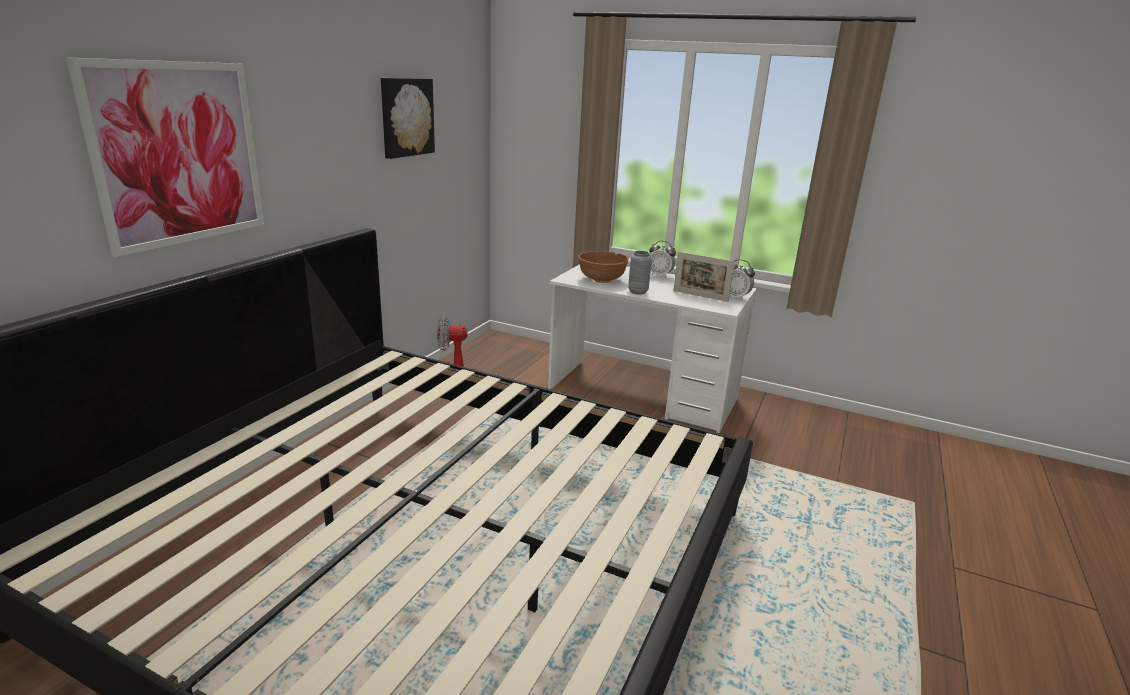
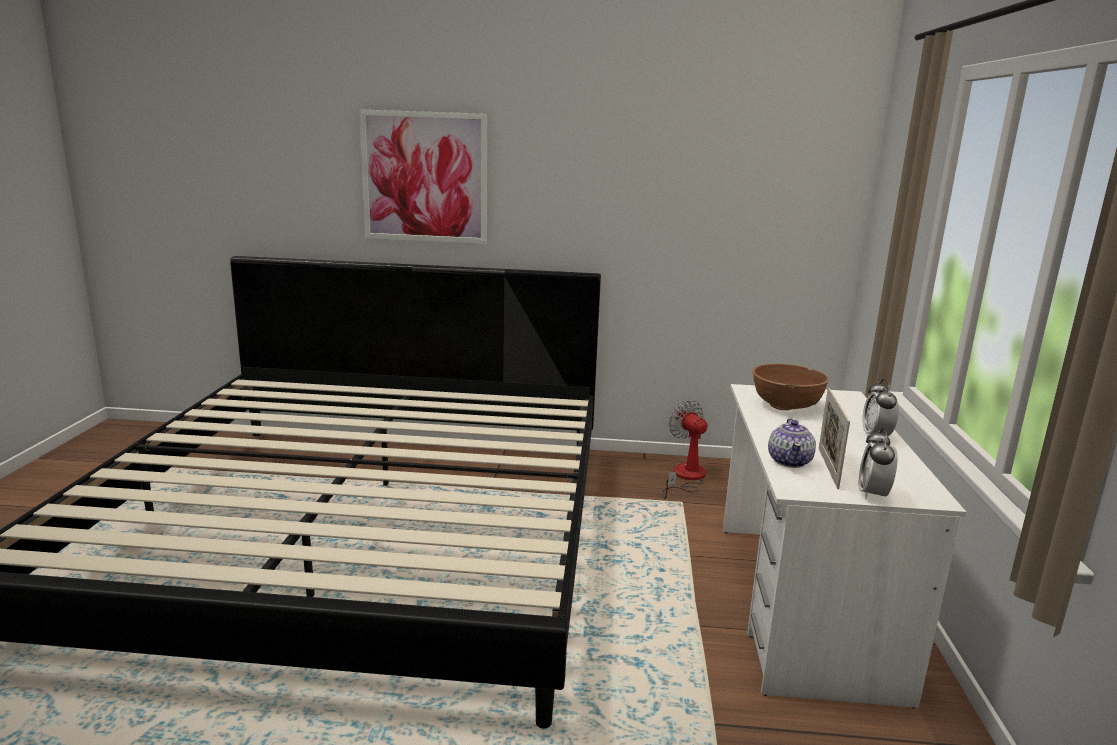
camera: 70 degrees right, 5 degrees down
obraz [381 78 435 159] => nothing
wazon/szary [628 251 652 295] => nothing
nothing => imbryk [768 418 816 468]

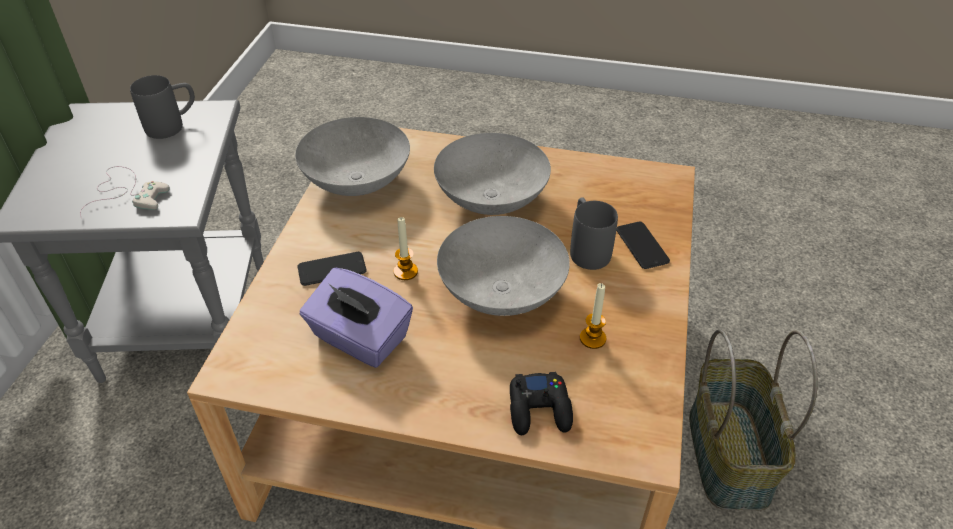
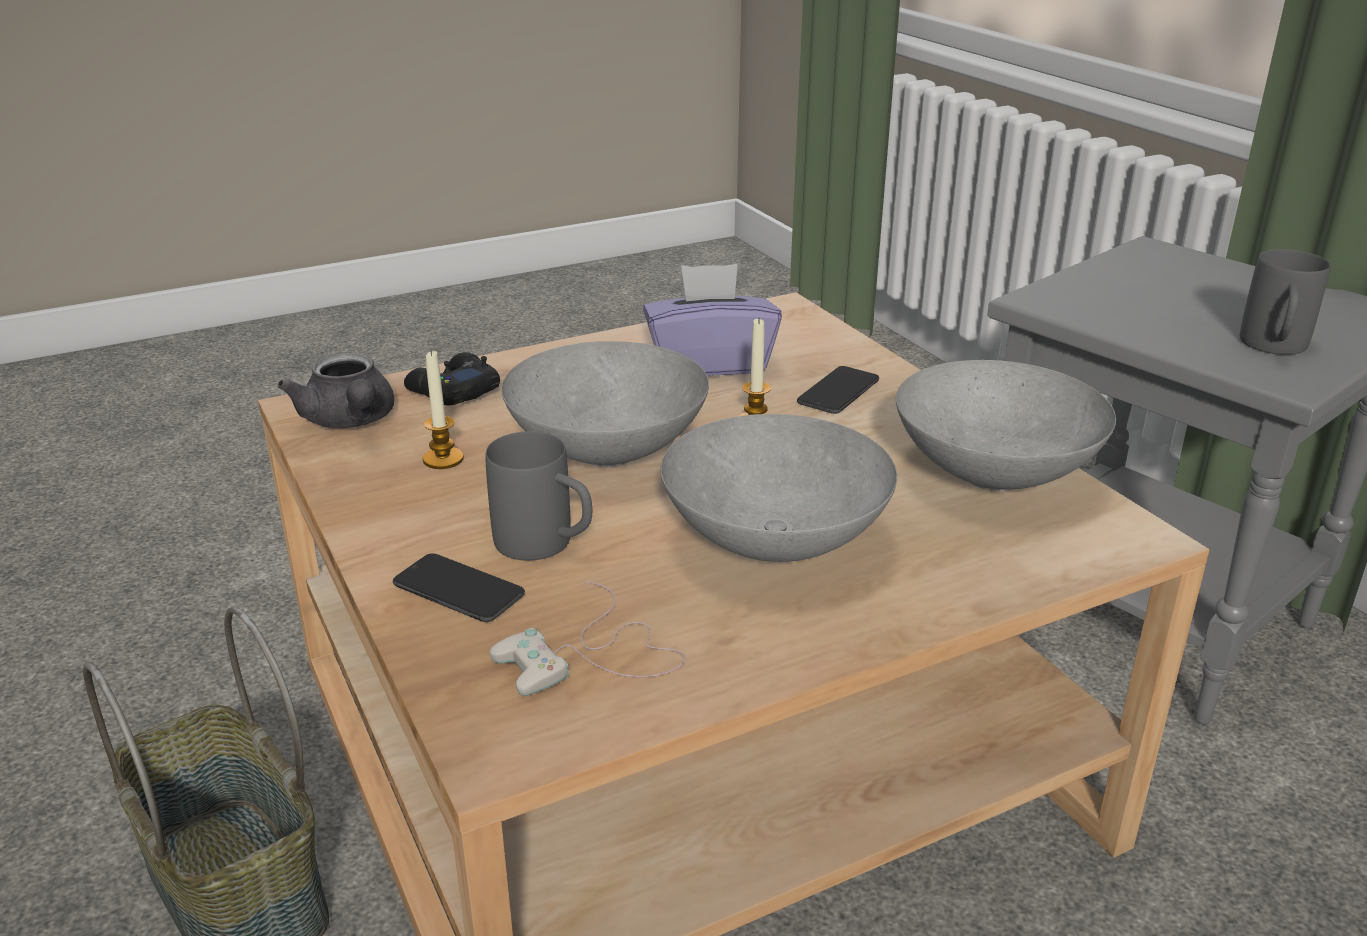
camera: 140 degrees right, 15 degrees down
pad do gier/biały [80 166 170 219] => pad do gier/biały [489 581 686 696], moved
nothing => imbryk/szary [278 353 394 428]

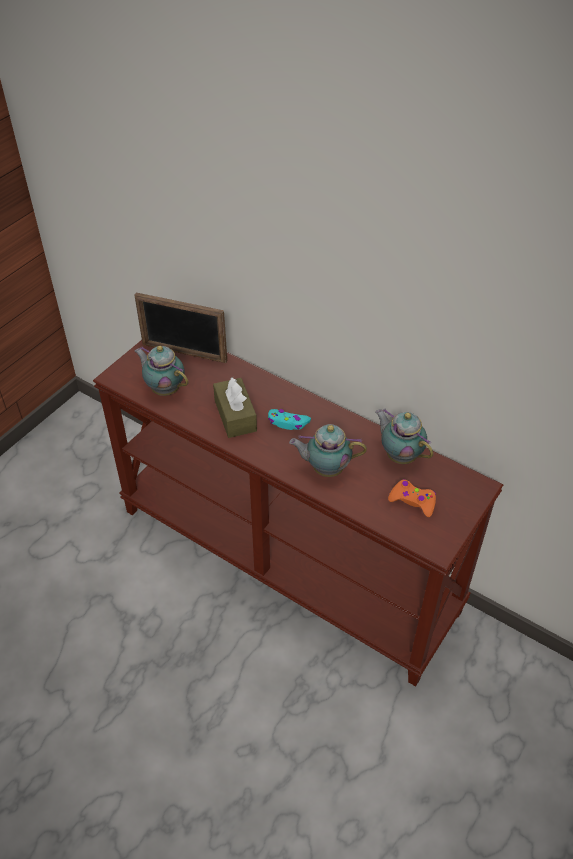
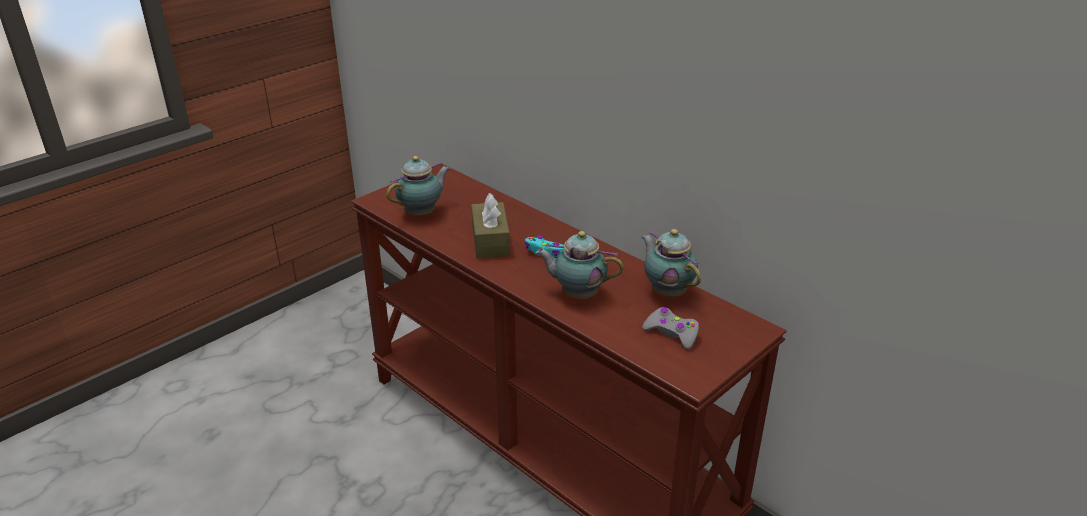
camera: 10 degrees right, 15 degrees down
ramka na zdjęcie [135 293 227 363] => nothing
imbryk [135 346 189 396] => imbryk [386 156 450 216], 90 degrees clockwise
pad do gier/pomarańczowy [388 479 436 517] => pad do gier/szary [642 307 700 349]

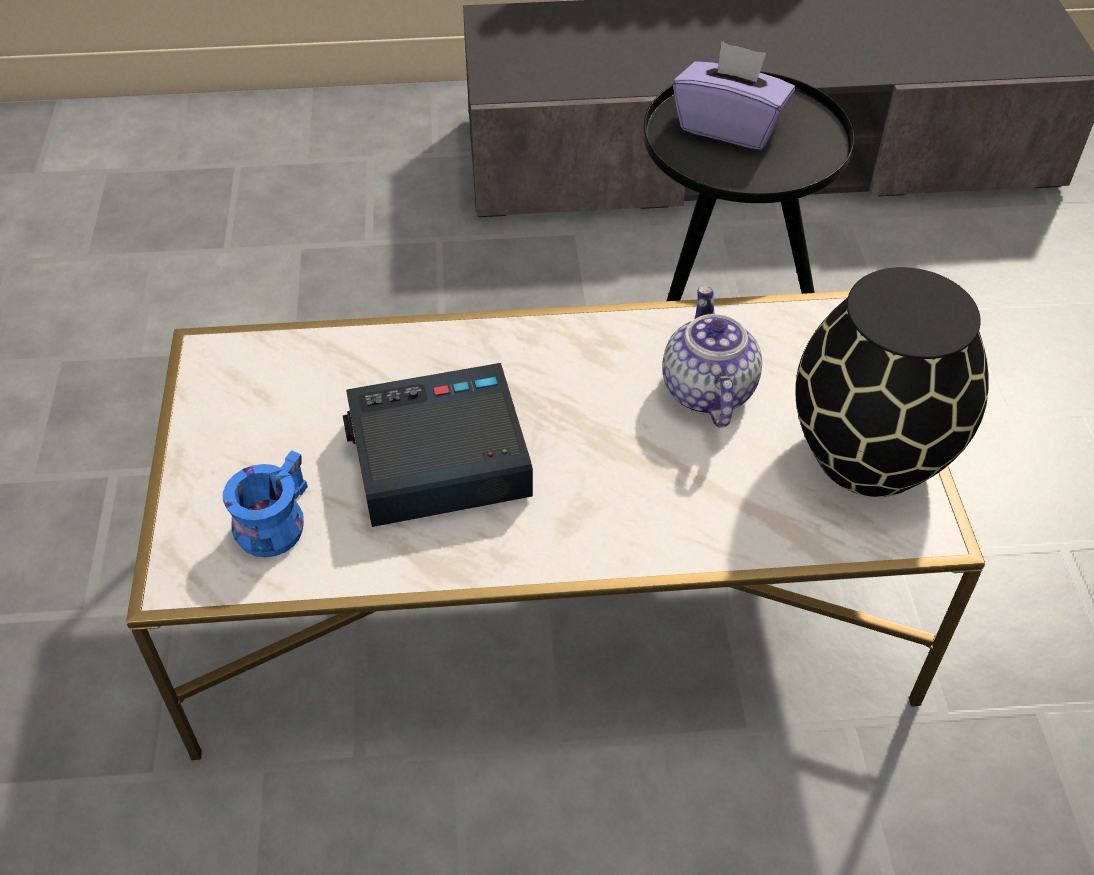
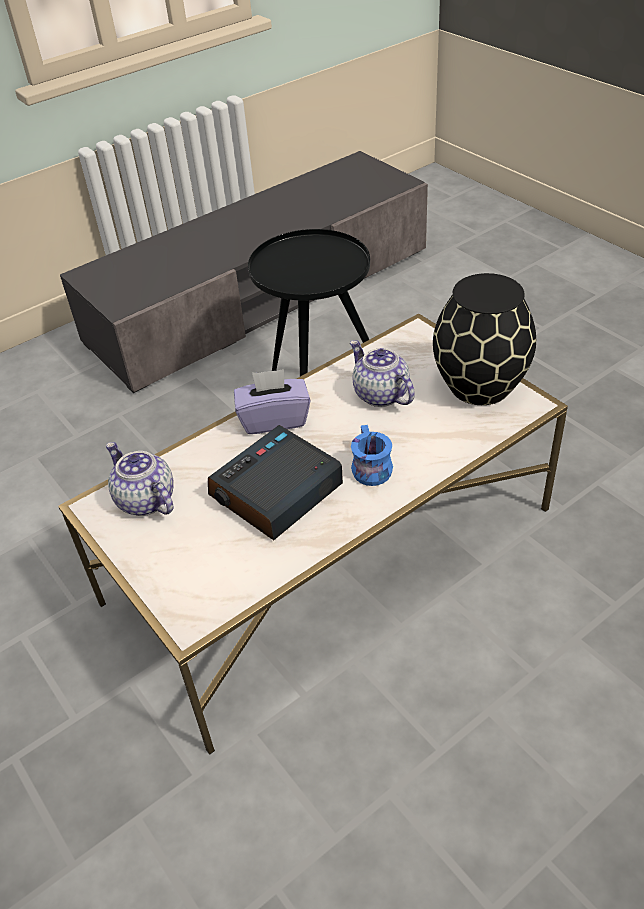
camera: 30 degrees left, 5 degrees down
kubek/niebieski [223 450 308 557] => kubek/niebieski [351 425 393 486], moved
pudełko chusteczek/fioletowy [673 41 795 150] => pudełko chusteczek/fioletowy [234 369 311 434], moved
nothing => imbryk [106 442 174 516]

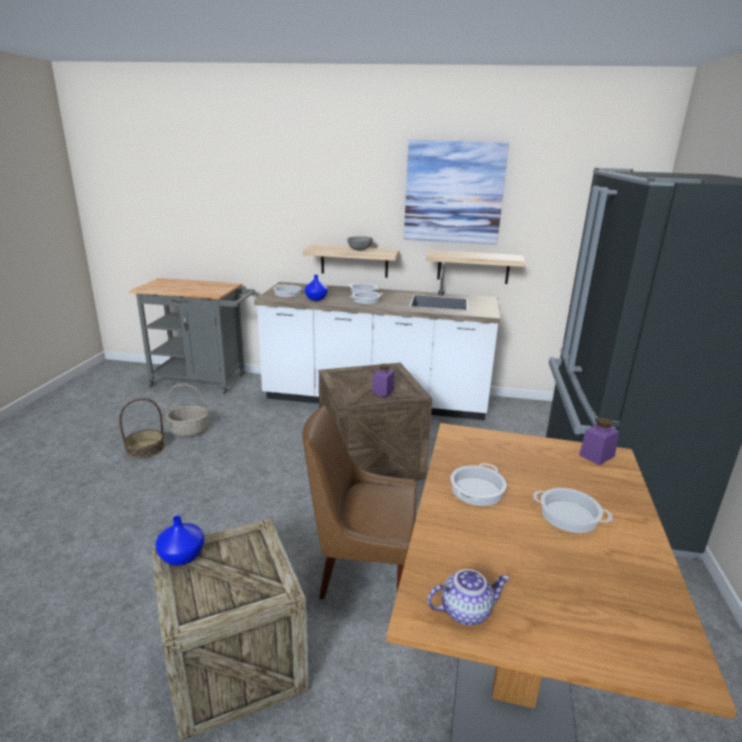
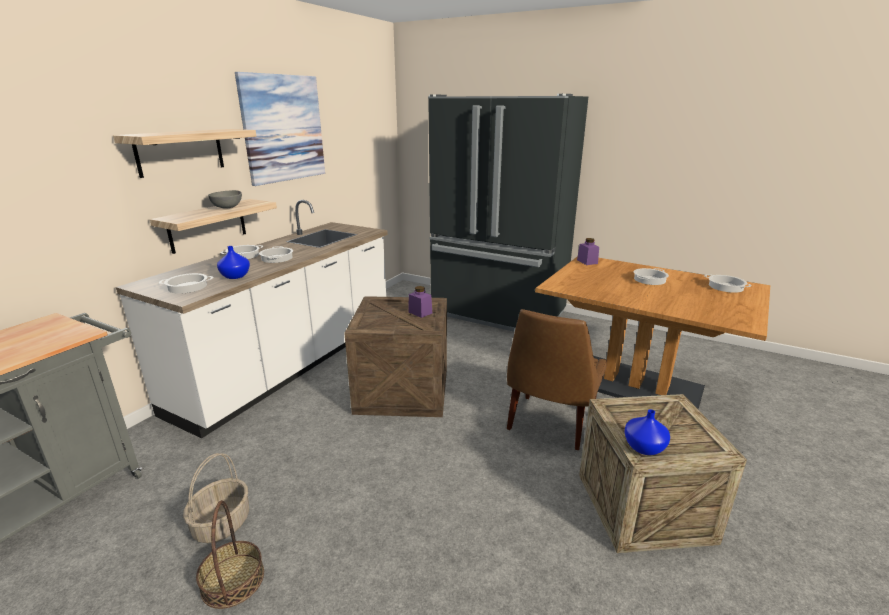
camera: 70 degrees left, 0 degrees up
półka [426 250 526 284] => półka [113 129 256 178], moved
imbryk [427 569 510 625] => nothing
garnek [450 463 507 506] => garnek [704 274 752 293], moved

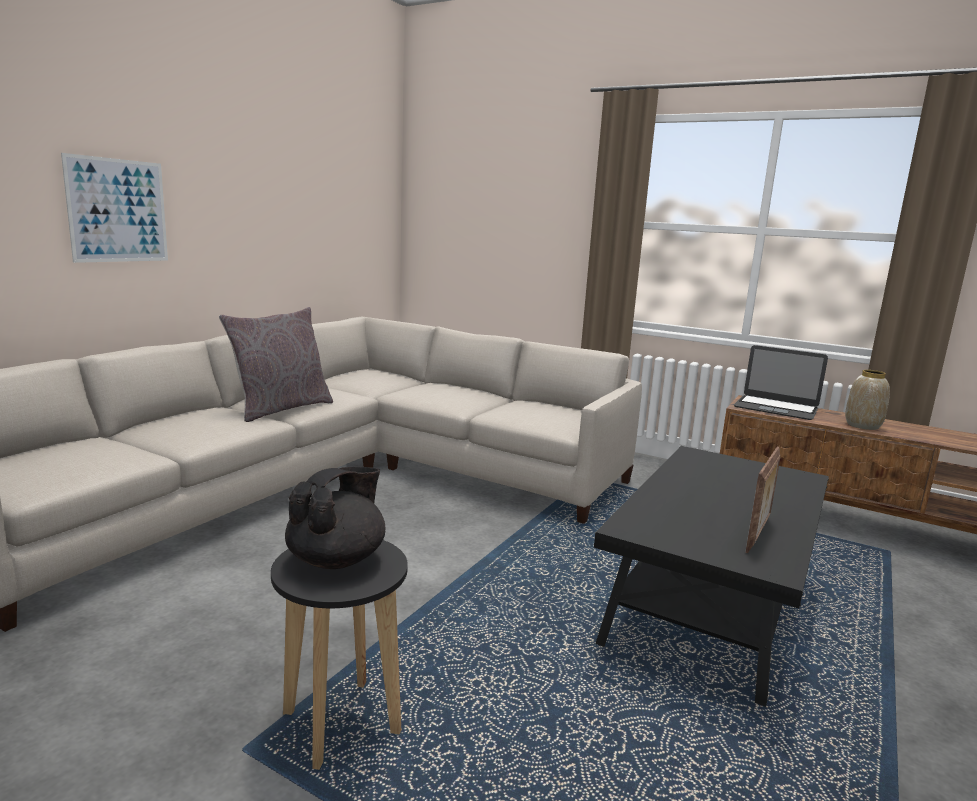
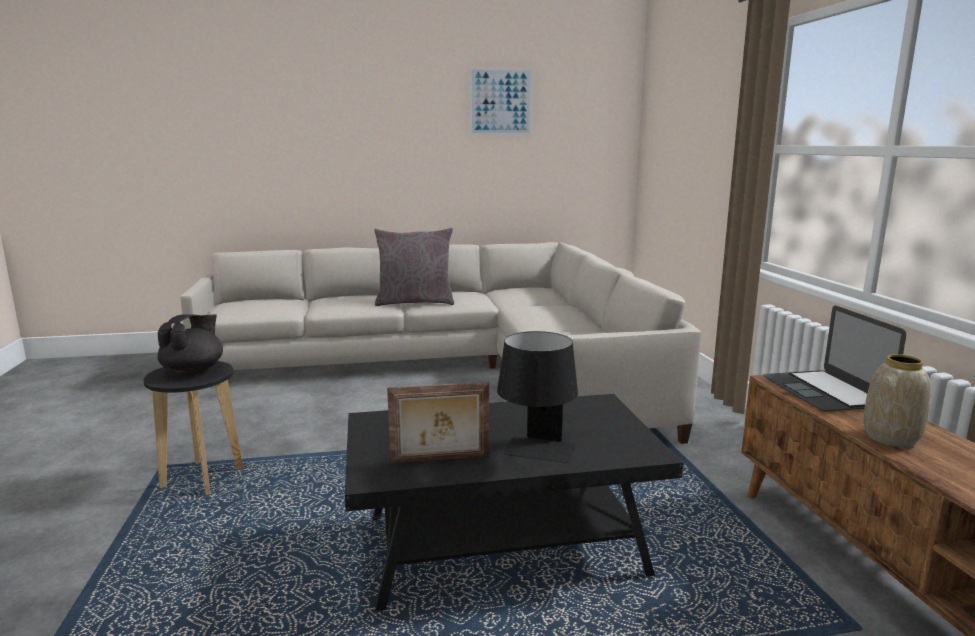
camera: 50 degrees right, 0 degrees up
obraz [61 153 168 263] => obraz [469 67 533 135], moved
imbryk/czarny [285 467 385 569] => imbryk/czarny [157 314 223 375], 60 degrees counterclockwise
nothing => lampa stołowa/czarny [497 331 578 463]

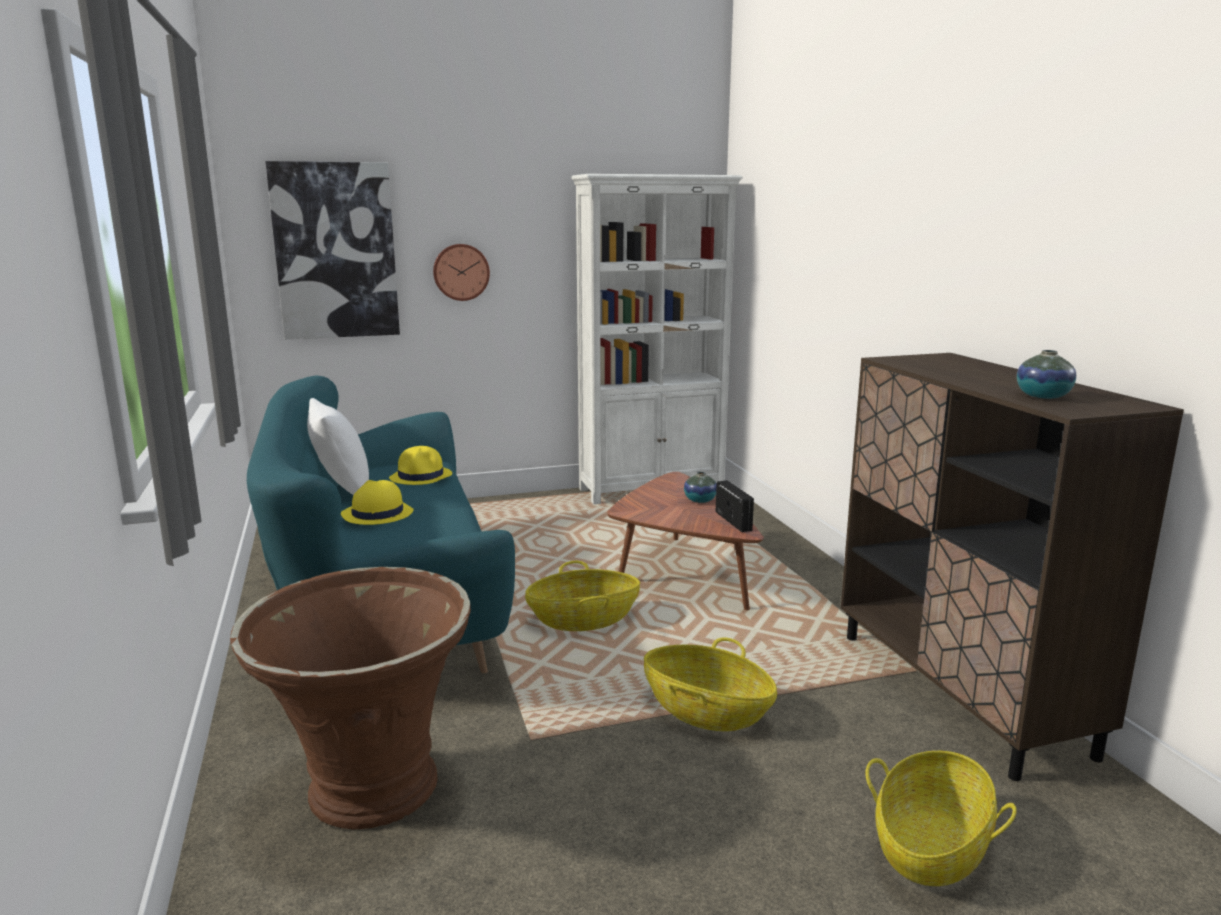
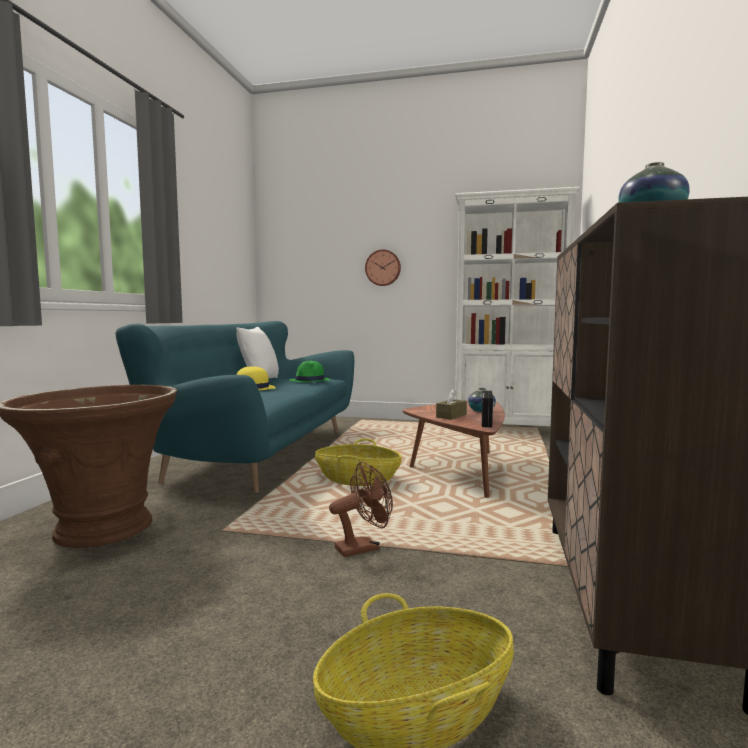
camera: 30 degrees right, 10 degrees down
obraz [265 161 400 339] => nothing
kapelusz/żółty [389 446 452 485] => kapelusz/zielony [289 361 330 382]
koszyk [644 637 777 731] => wentylator/brązowy [329 462 393 557]
nothing => pudełko chusteczek/brązowy [436 389 467 420]

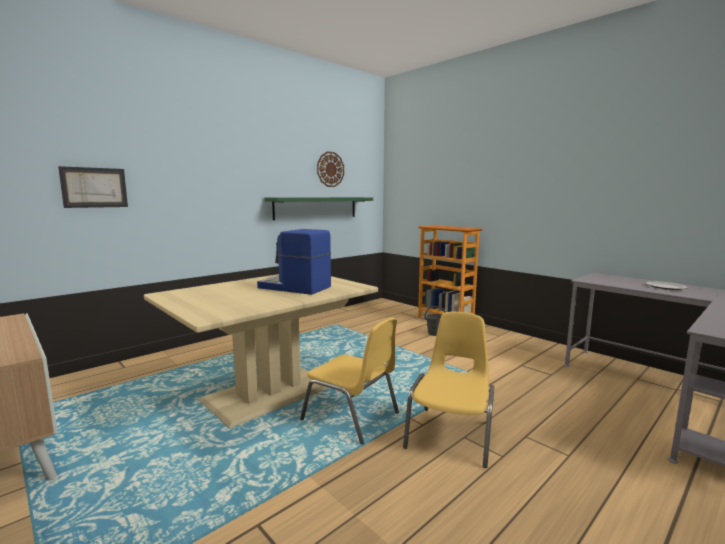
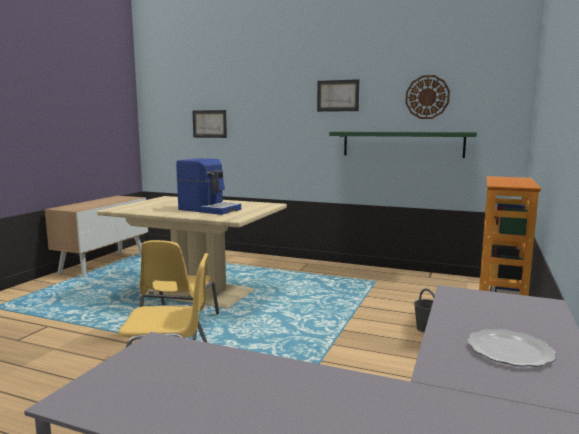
camera: 65 degrees right, 0 degrees up
ekspres do kawy [257 229 331 295] => ekspres do kawy [176 158 241 215], 120 degrees clockwise
nothing => obraz [317 79 359 112]

